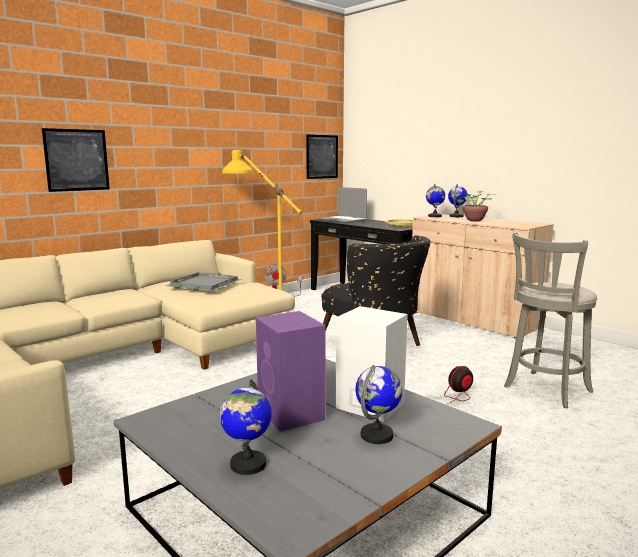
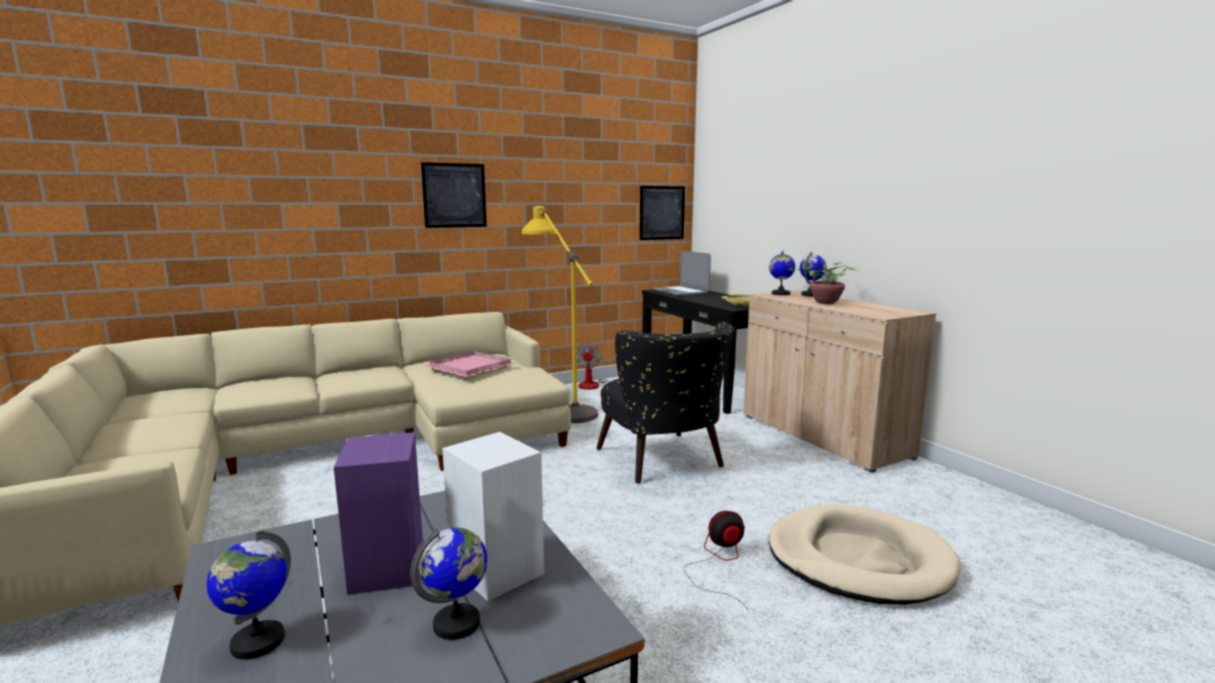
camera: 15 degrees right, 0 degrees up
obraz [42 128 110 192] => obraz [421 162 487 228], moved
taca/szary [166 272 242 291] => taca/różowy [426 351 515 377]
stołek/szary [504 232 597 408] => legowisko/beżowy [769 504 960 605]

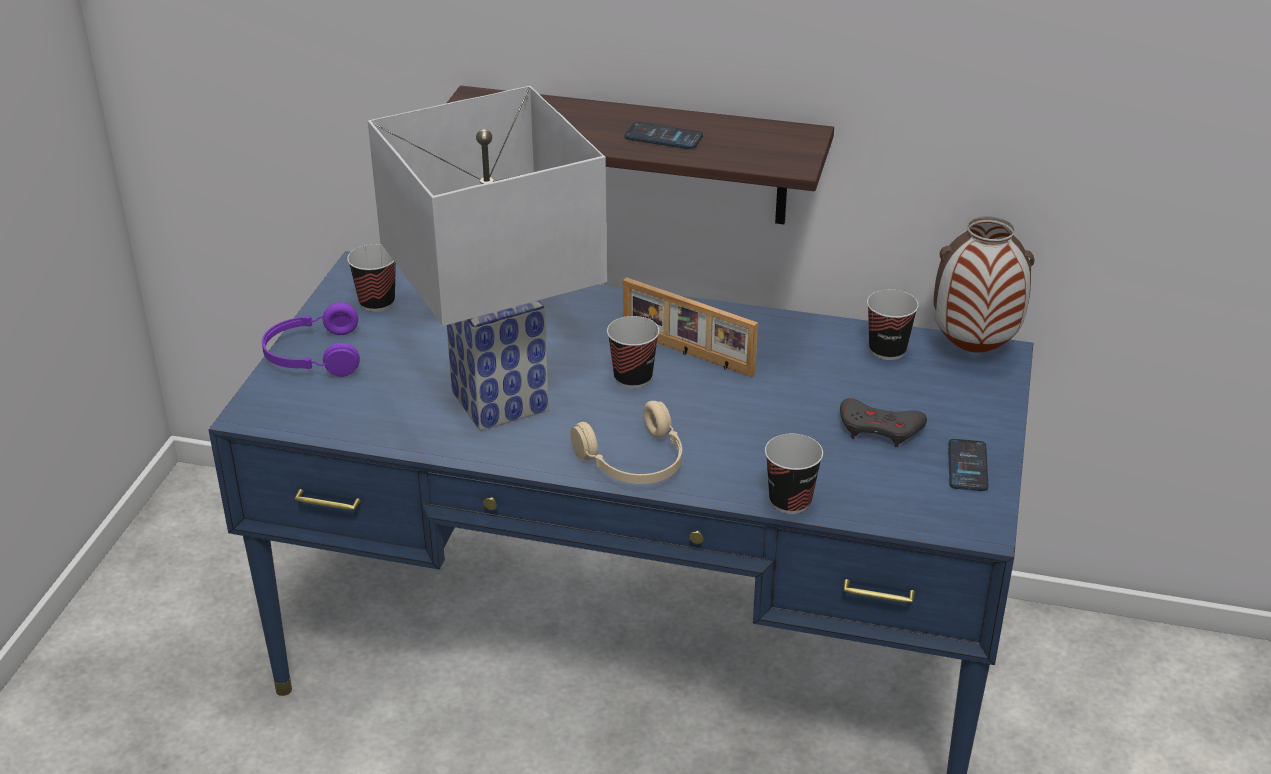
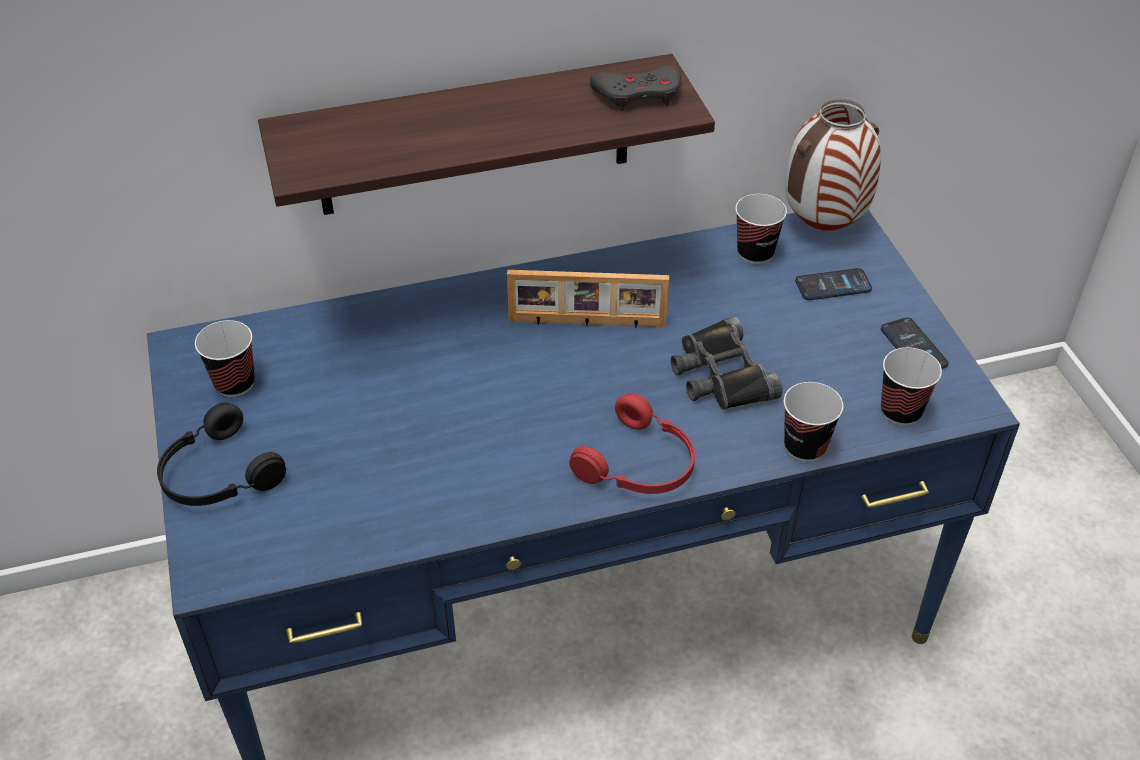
camera: 30 degrees left, 10 degrees up
słuchawki/fioletowy [262 302 360 377] => słuchawki/czarny [157 402 286 506]
lampa stołowa/biały [368 86 607 430] => nothing
słuchawki/beżowy [570 401 682 484] => słuchawki/czerwony [569 393 695 494]
filiżanka [607 316 660 389] => filiżanka [881 347 942 426], moved
telefon [625 122 703 149] => telefon [795 268 872 300], moved
pad do gier/szary [840 398 927 447] => pad do gier/szary [590 65 681 111], moved
nothing => lornetka/czarny [671 316 783 410]

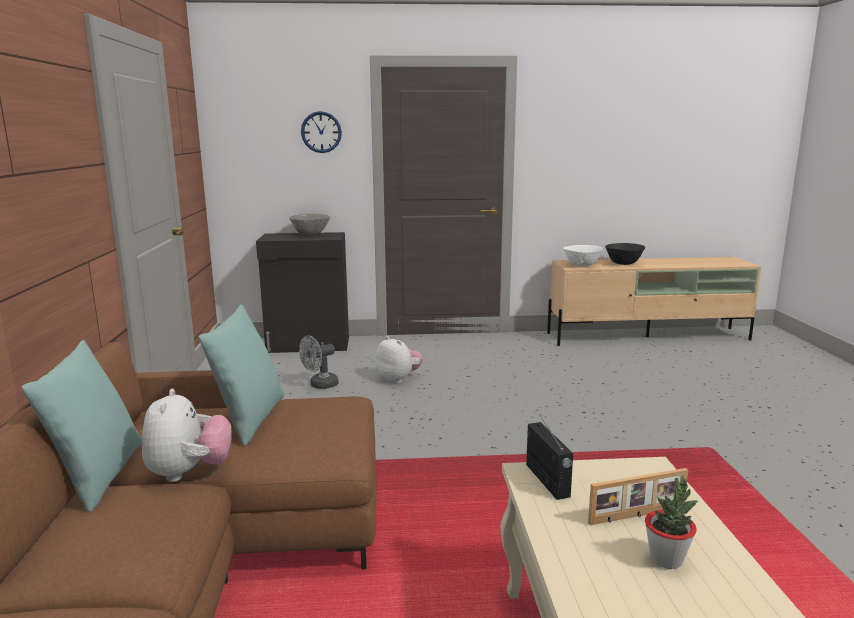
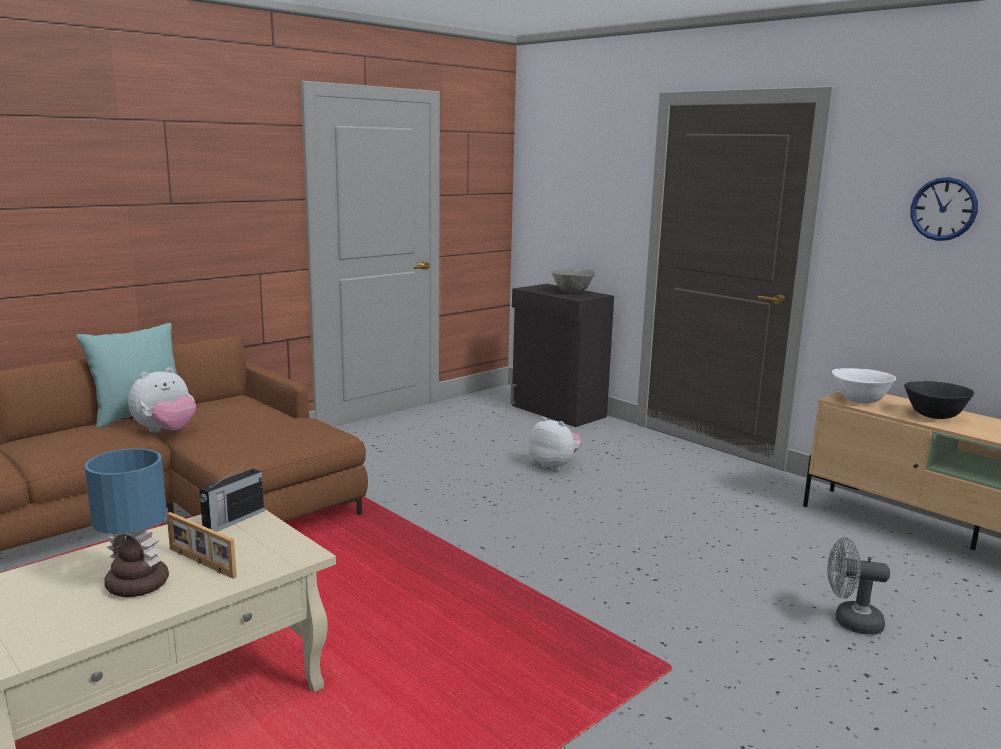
camera: 50 degrees right, 0 degrees up
poduszka/turkusowy [199 305 284 446] => nothing
wentylator/szary [299 336 339 389] => wentylator/szary [827 537 890 635], moved
zegar ścienny [301 111 342 153] => zegar ścienny [911 177 978 241], moved
pluszak [376 336 423 384] => pluszak [529 417 582 471], 60 degrees counterclockwise
roślina doniczkowa [645 478 698 569] => lampa stołowa [84 448 169 597]

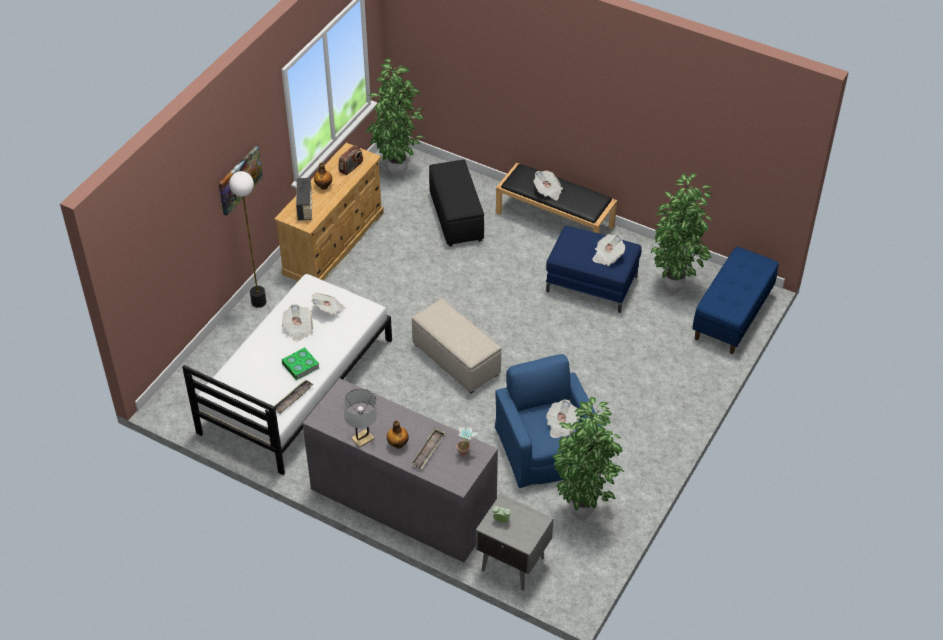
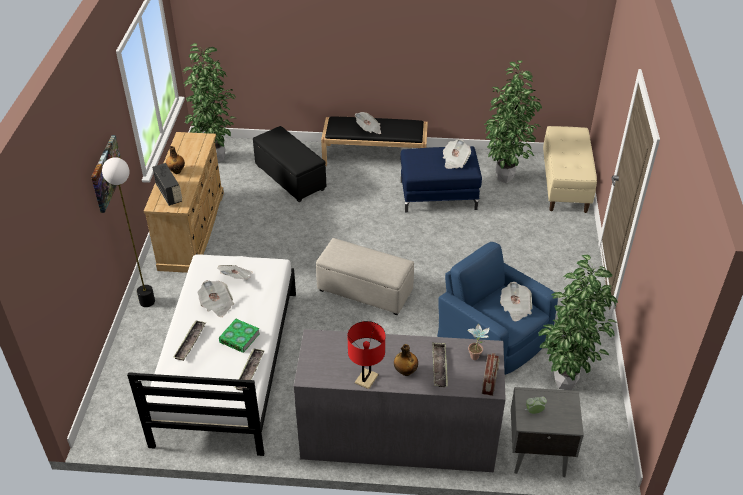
camera: 25 degrees left, 5 degrees down
radio [339 146 363 175] => radio [482 353 500 396], moved
lampa stołowa/biały [343 389 377 448] => lampa stołowa/czerwony [347 321 385 389]
ławka/niebieski [692 247 778 354] => ławka/beżowy [543 126 597 213]
nothing => taca [174 320 206 361]

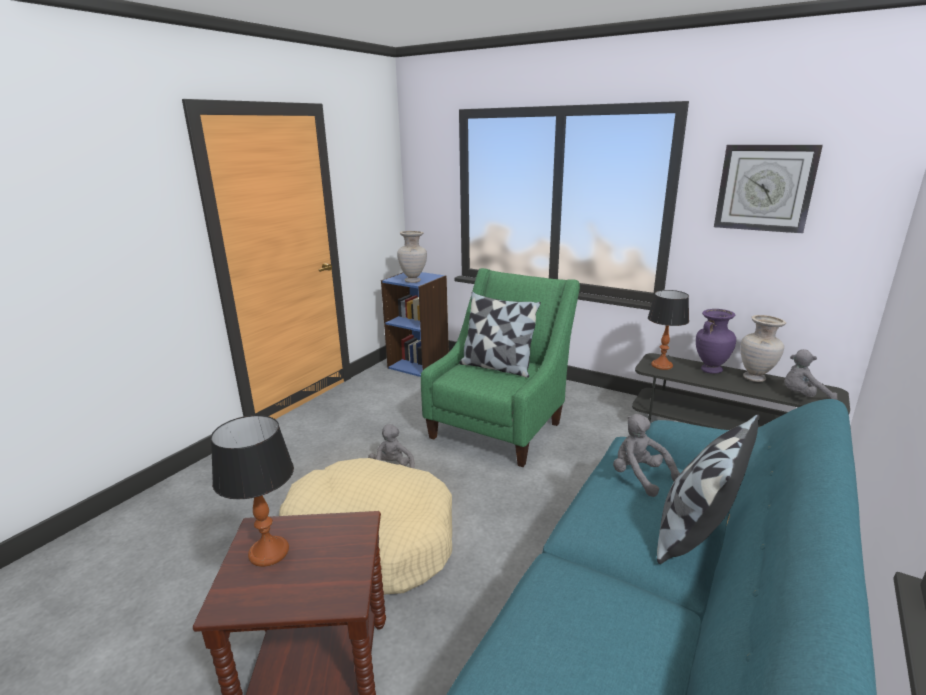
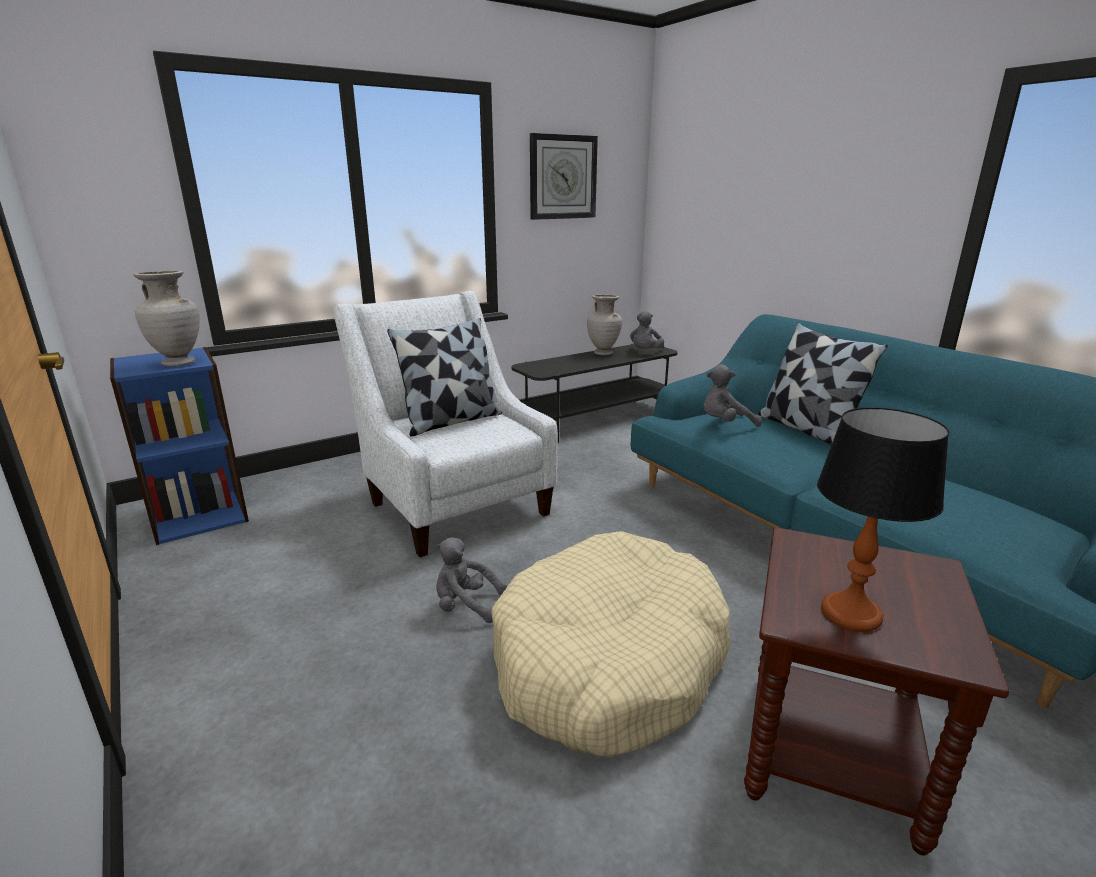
camera: 65 degrees left, 0 degrees up
fotel/zielony [421 268 580 467] => fotel/biały [334 291 558 557]
lampa stołowa [648 290 689 370] => nothing
wazon/fioletowy [696 309 736 374] => nothing

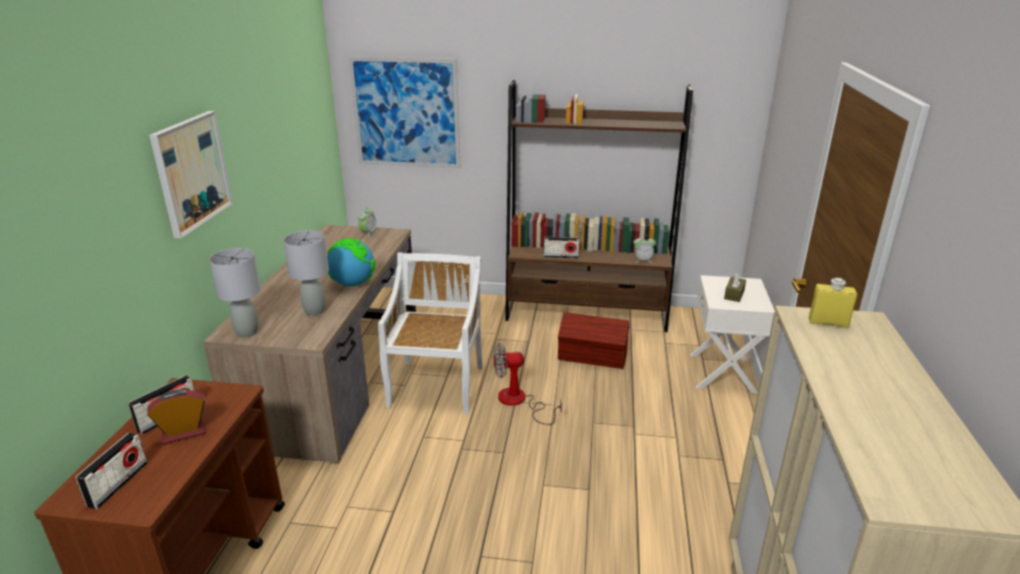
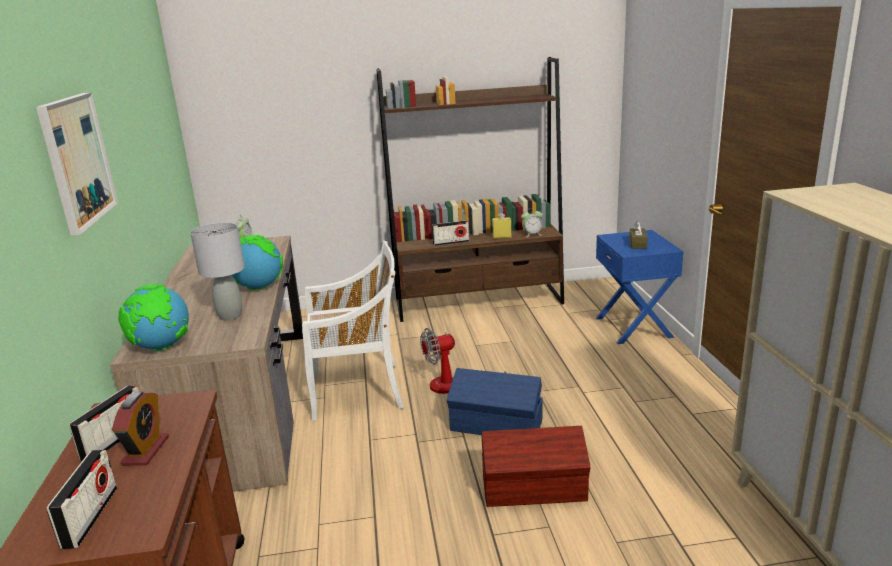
camera: 15 degrees left, 5 degrees down
budzik [147 389 205 445] => budzik [112 392 169 465], 135 degrees clockwise
lampa stołowa/szary [209 248 261 337] => globus [118 284 189 351]
obraz [348 56 460 168] => nothing
krzesło/biały [378 252 483 414] => krzesło/biały [302 241 404 421], 90 degrees clockwise
pojemnik do przechowywania/brązowy [558 312 629 369] => pojemnik do przechowywania/brązowy [482 426 591 507], moved
szafka nocna/biały [690 275 775 393] => szafka nocna/niebieski [596 230 684 344]
butelka/żółty [809 278 857 328] => butelka/żółty [492 213 511 239], moved
nothing => pojemnik do przechowywania/niebieski [447 368 543 435]

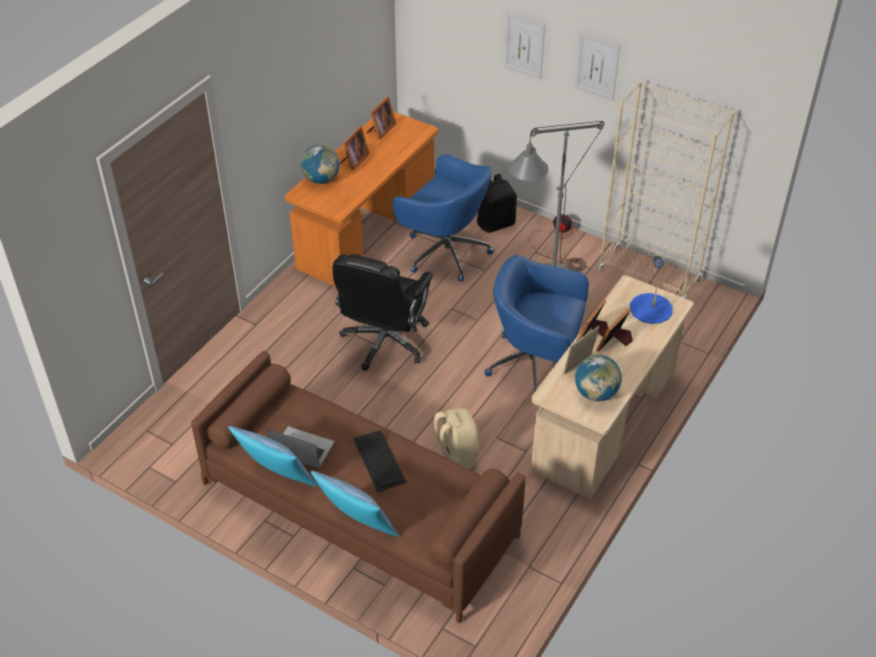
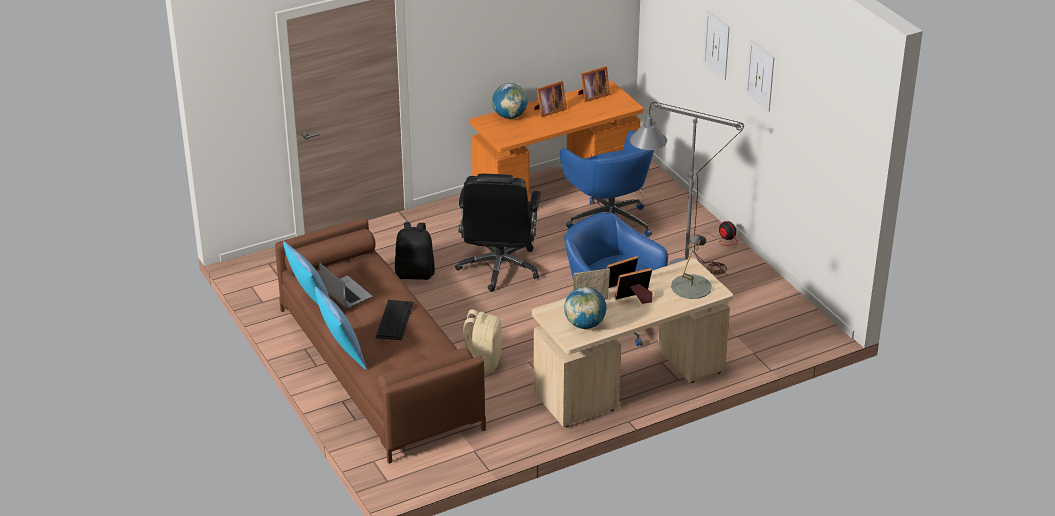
camera: 30 degrees right, 10 degrees down
krzesło biurowe/czarny [333 254 433 371] => krzesło biurowe/czarny [455 174 541 292], 45 degrees counterclockwise
plecak/czarny [477 174 517 233] => plecak/czarny [395 222 435 280], moved
regał/beżowy [598 81 734 299] => nothing
lampa stołowa/niebieski [630 256 673 324] => lampa stołowa/szary [671 235 712 299]

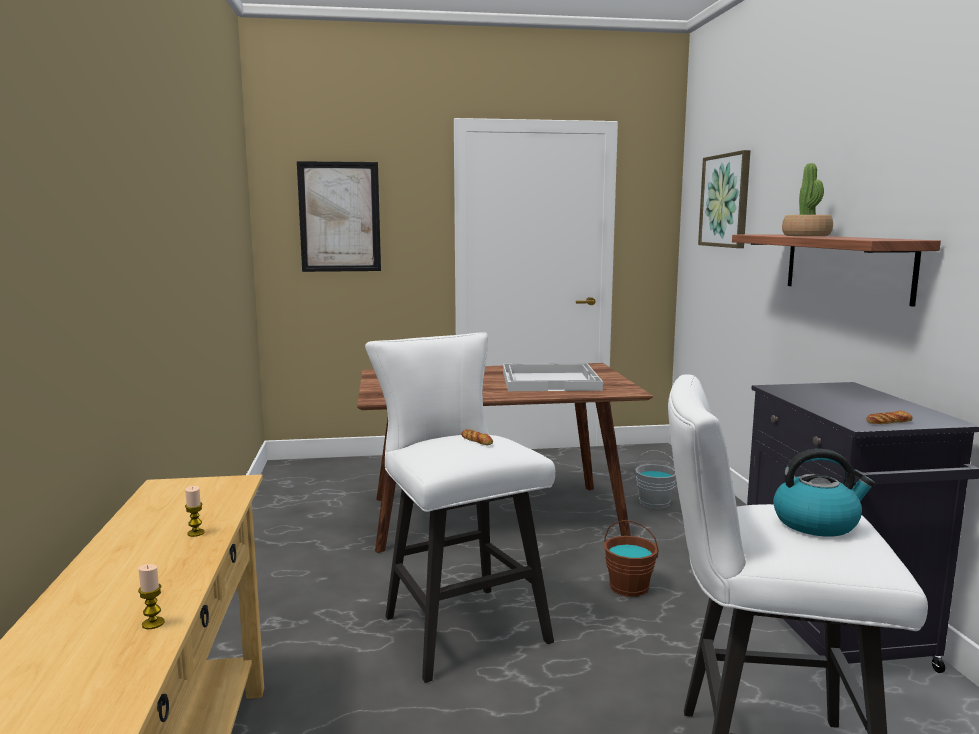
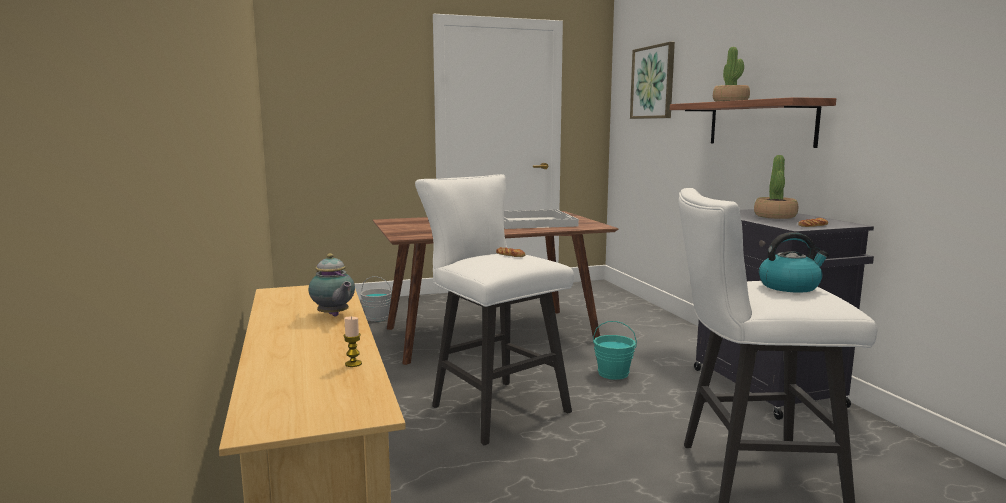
camera: 10 degrees left, 0 degrees up
świeca [185 486 205 537] => imbryk [309 253 355 317]
obraz [297 161 381 272] => nothing
wiadro/brązowy [604 520 658 597] => wiadro/turkusowy [593 321 637 380]
wiadro/szary [635 451 676 509] => wiadro/szary [360 276 392 321], moved
nothing => roślina doniczkowa [754 155 798 219]

